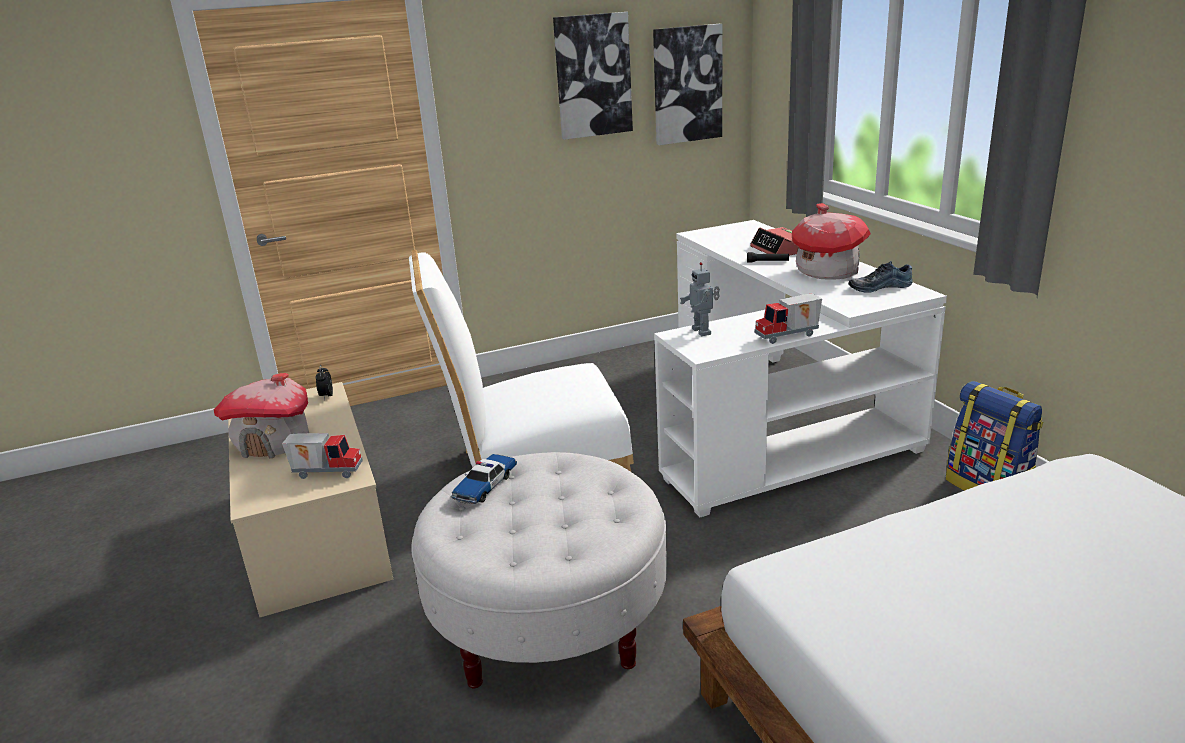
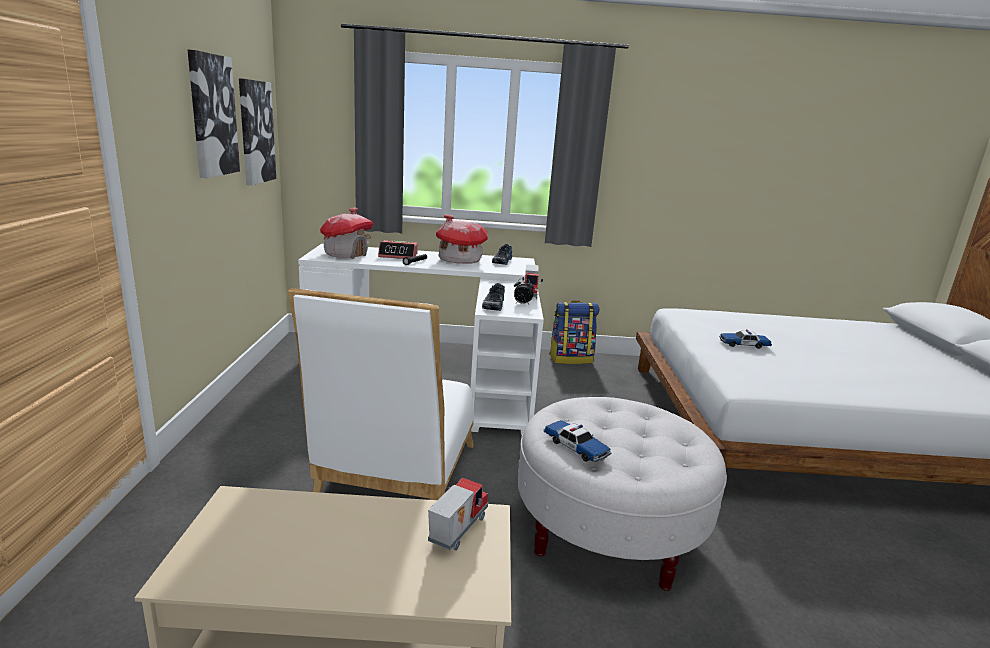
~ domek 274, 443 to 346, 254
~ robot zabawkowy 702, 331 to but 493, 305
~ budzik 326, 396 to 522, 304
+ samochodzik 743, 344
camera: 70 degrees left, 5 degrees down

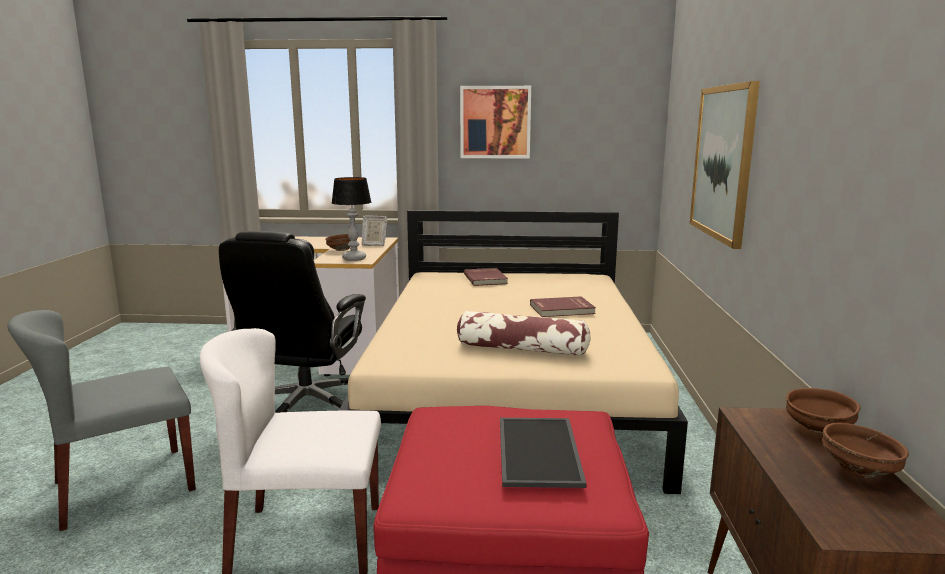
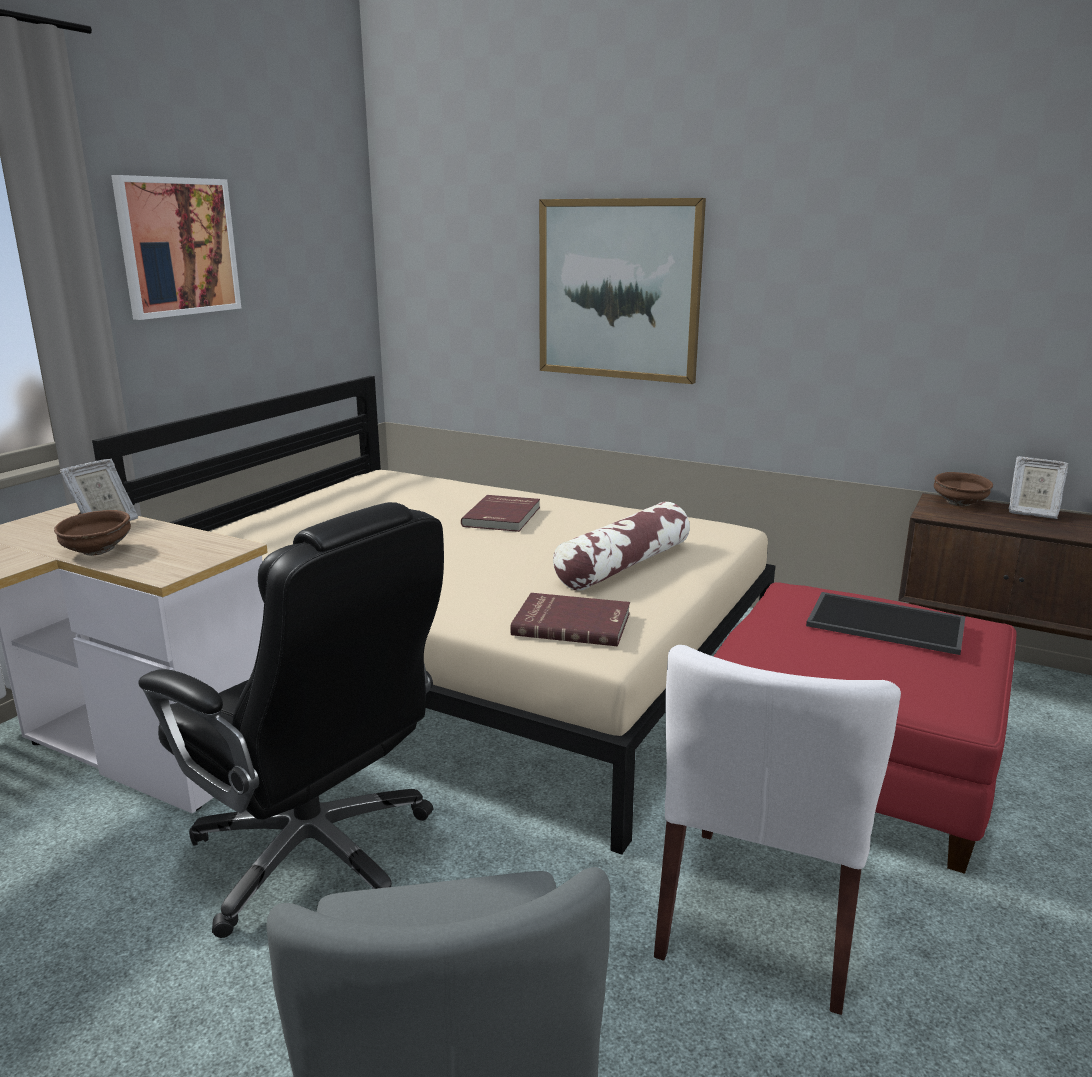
~ książka/czerwony 486, 279 to 572, 623
~ miska/brązowy 861, 470 to ramka na zdjęcie 1031, 513
- lampa stołowa 354, 258
camera: 65 degrees left, 5 degrees up

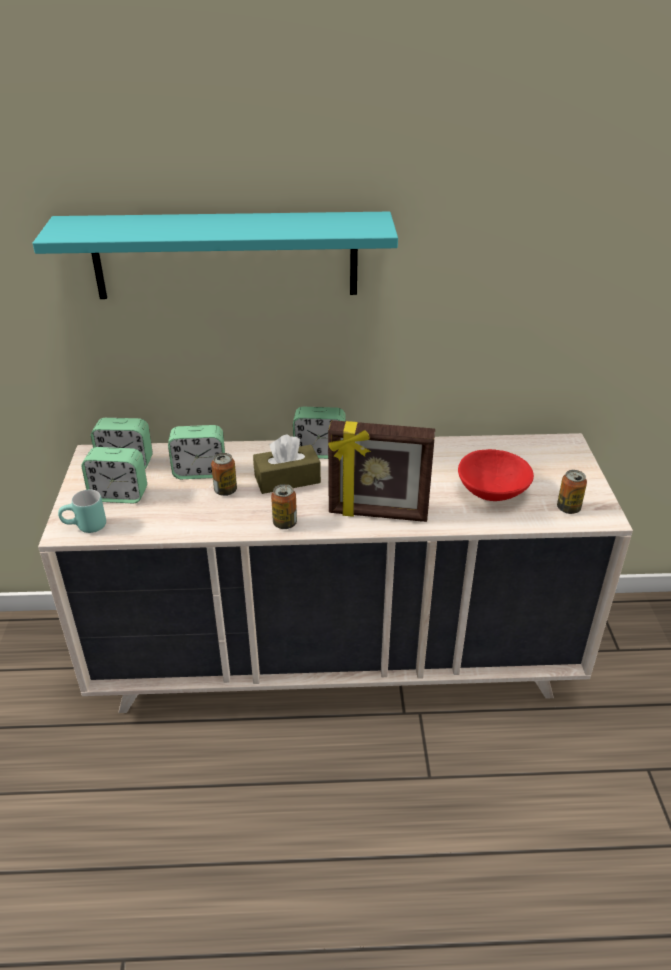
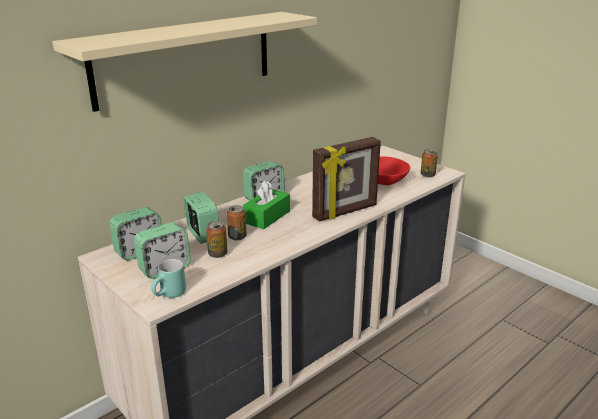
~ półka/turkusowy 225, 255 to półka/beżowy 185, 58
~ budzik 200, 472 = 203, 235 75 degrees counterclockwise
~ puszka 285, 523 to 217, 254
~ pudełko chusteczek/brązowy 287, 479 to pudełko chusteczek/zielony 267, 217
camera: 40 degrees left, 10 degrees down

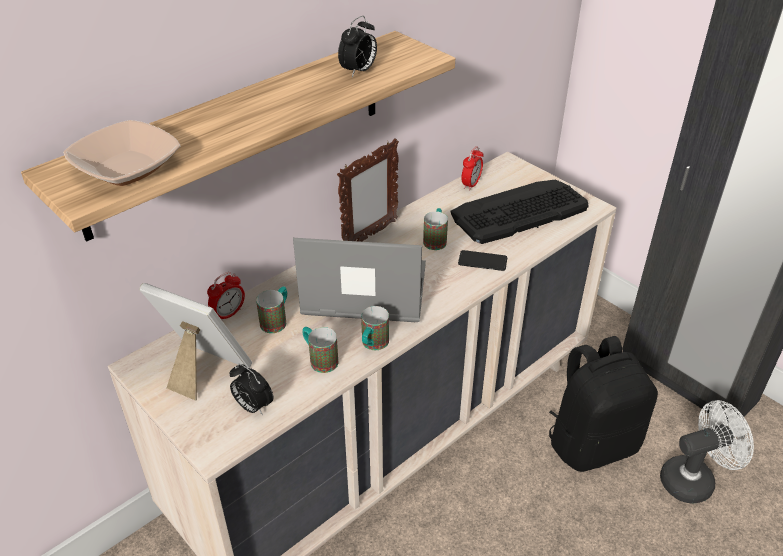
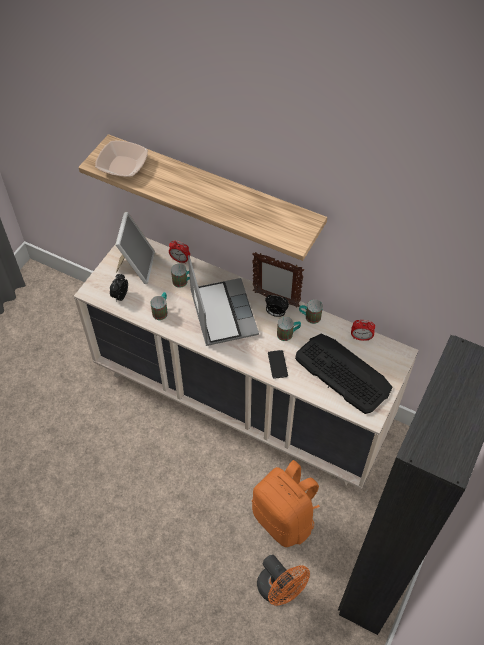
~ plecak/czarny 592, 443 to plecak/pomarańczowy 284, 519
~ wentylator/biały 694, 479 to wentylator/pomarańczowy 279, 590
~ budzik 358, 71 to 276, 313
~ kubek 373, 345 to 309, 317
camera: 70 degrees right, 15 degrees up

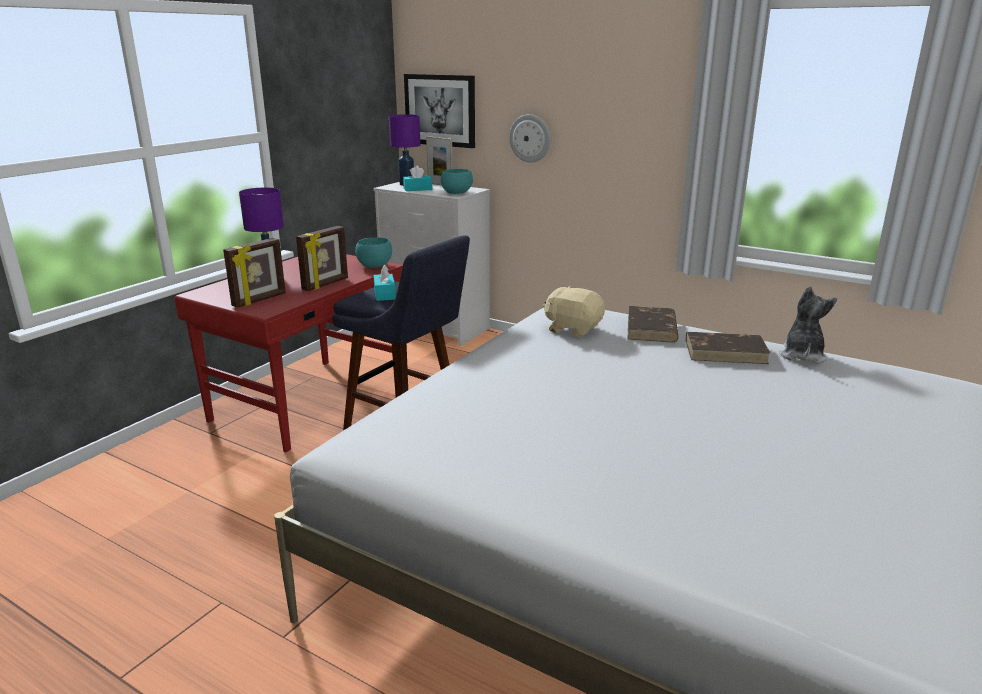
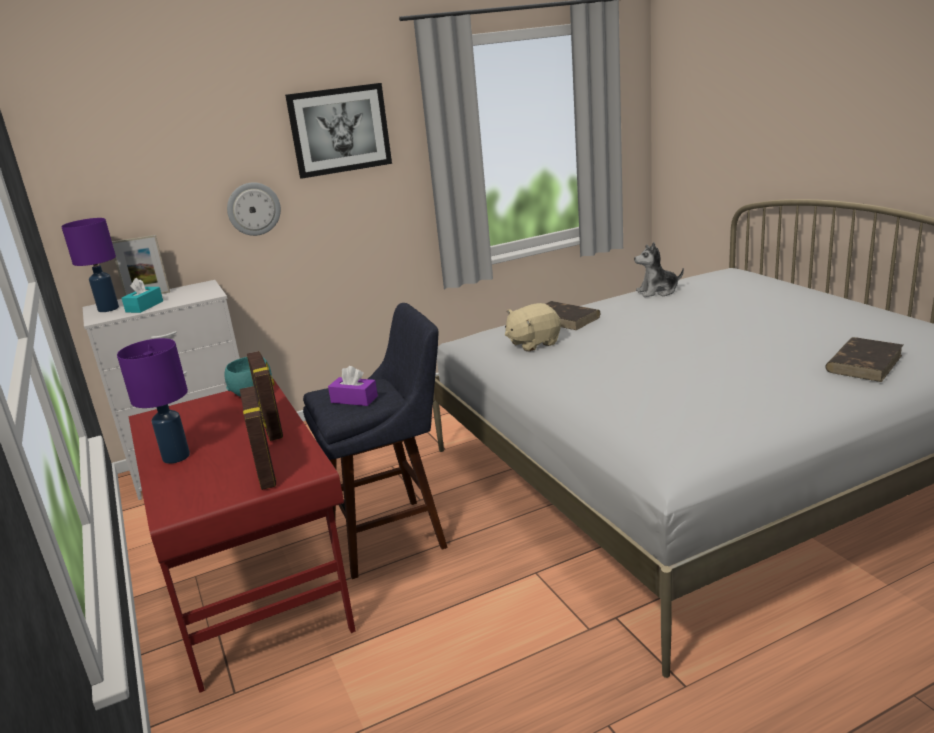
~ obraz 440, 110 to 340, 130
~ pudełko chusteczek/turkusowy 384, 294 to pudełko chusteczek/fioletowy 354, 399
~ pluszak 801, 356 = 657, 292 60 degrees counterclockwise
~ książka/brązowy 726, 351 to 864, 363
- miska/turkusowy 456, 193
camera: 55 degrees left, 0 degrees up

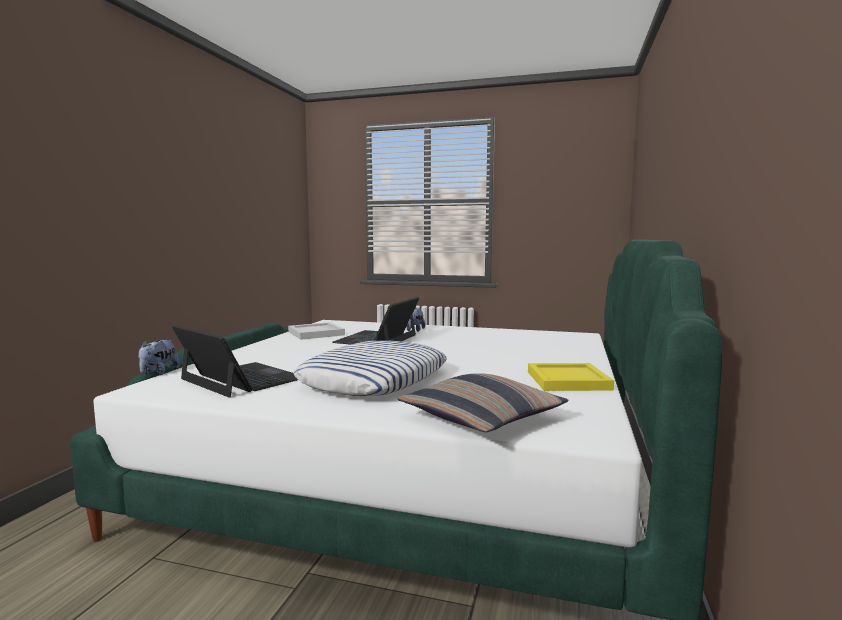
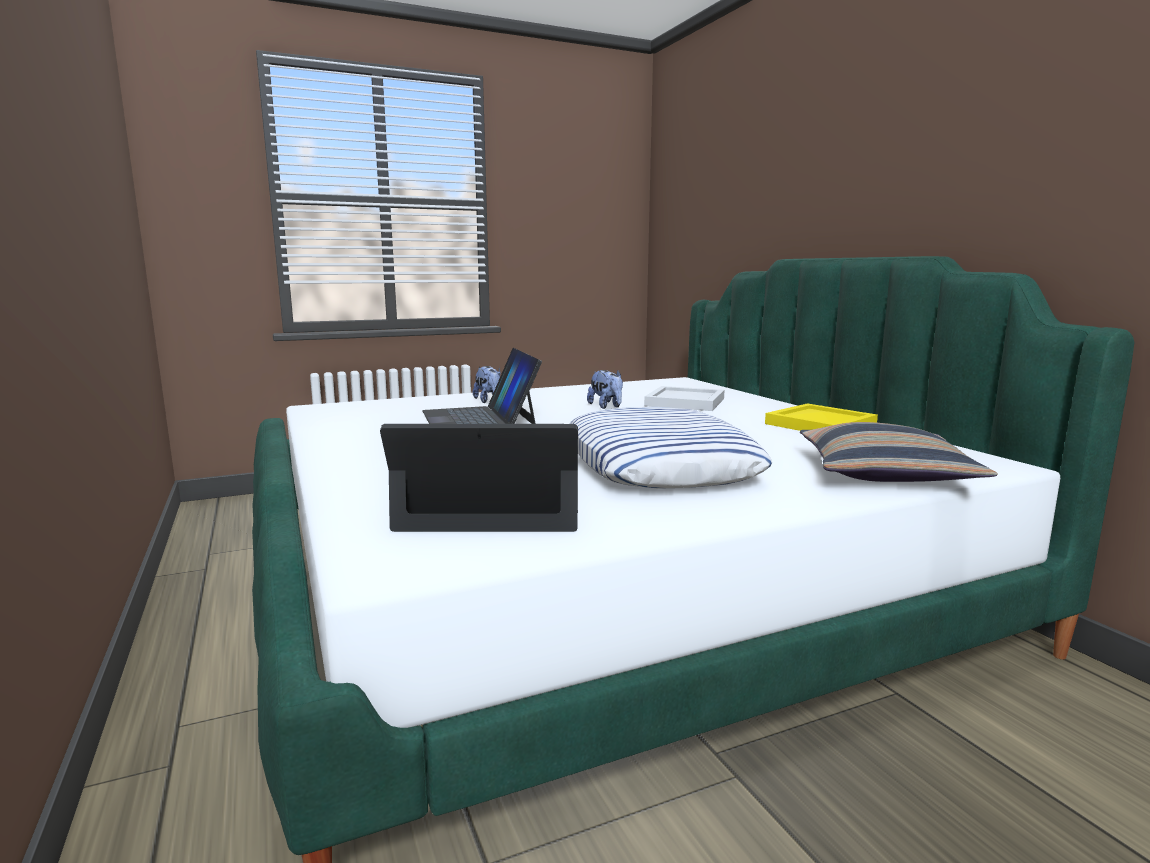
~ pluszak 159, 373 to 606, 406
~ taca/biały 317, 333 to 686, 402
camera: 40 degrees left, 5 degrees up

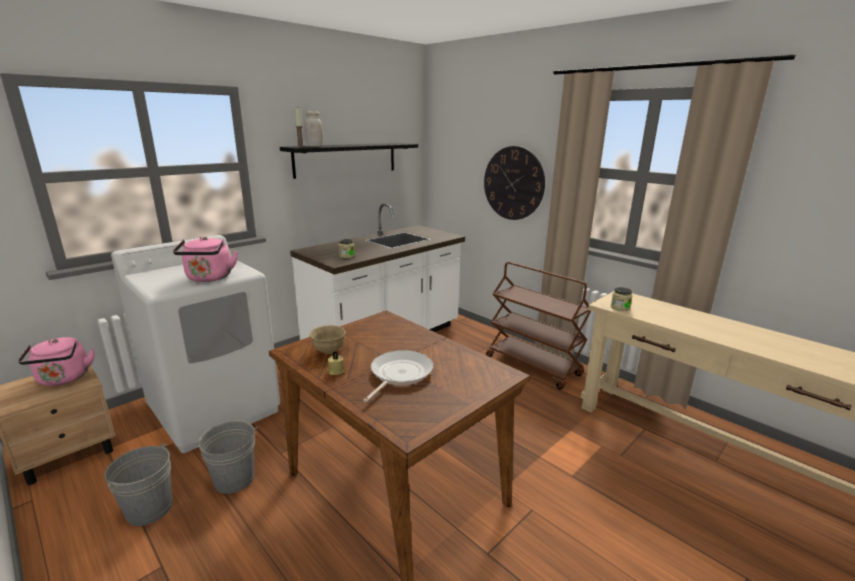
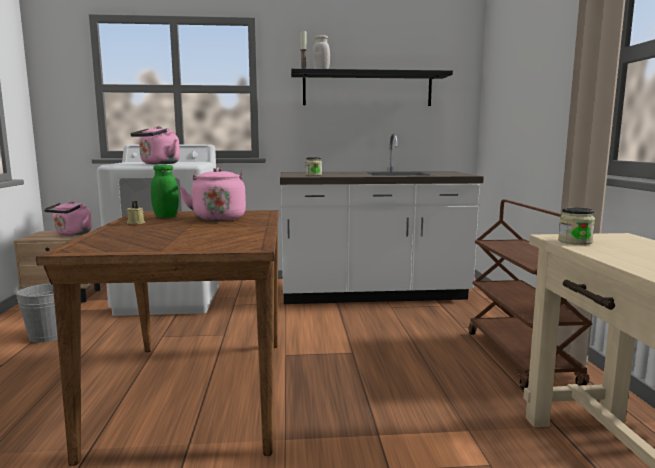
~ miska/beżowy 329, 350 to słoik/zielony 165, 216
+ czajnik/różowy 218, 218
- wiadro/szary 234, 479
- patelnia 399, 374
- zegar ścienny 513, 183
camera: 40 degrees right, 10 degrees down

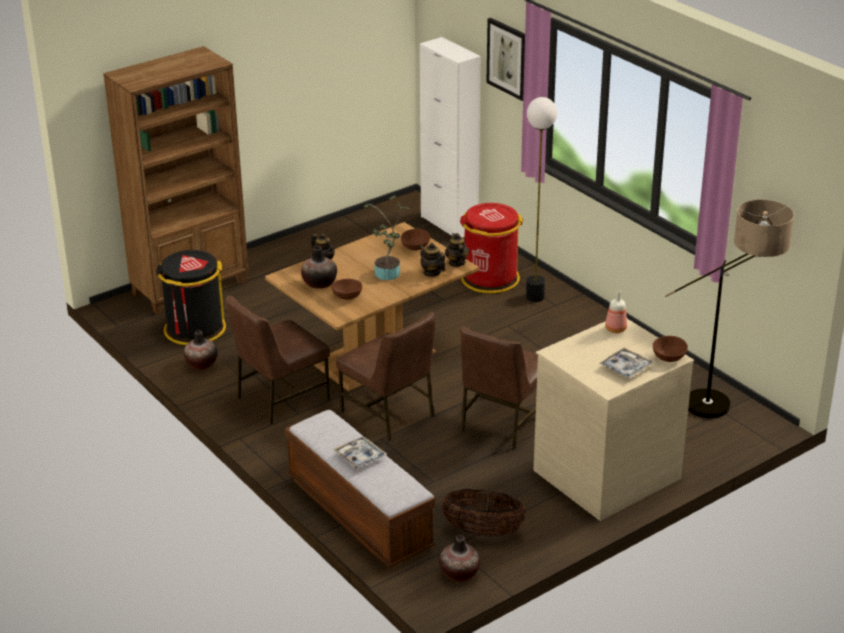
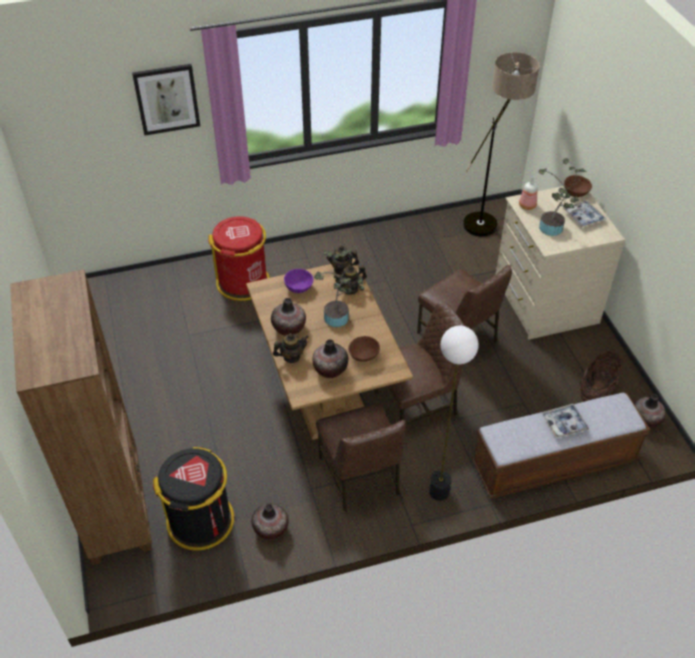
+ wazon 289, 328
~ miska/brązowy 415, 247 to miska/fioletowy 298, 287
~ lampa stojąca 535, 297 to 439, 491
+ roślina doniczkowa 552, 229
- szafka/biały 449, 224
camera: 70 degrees left, 15 degrees up

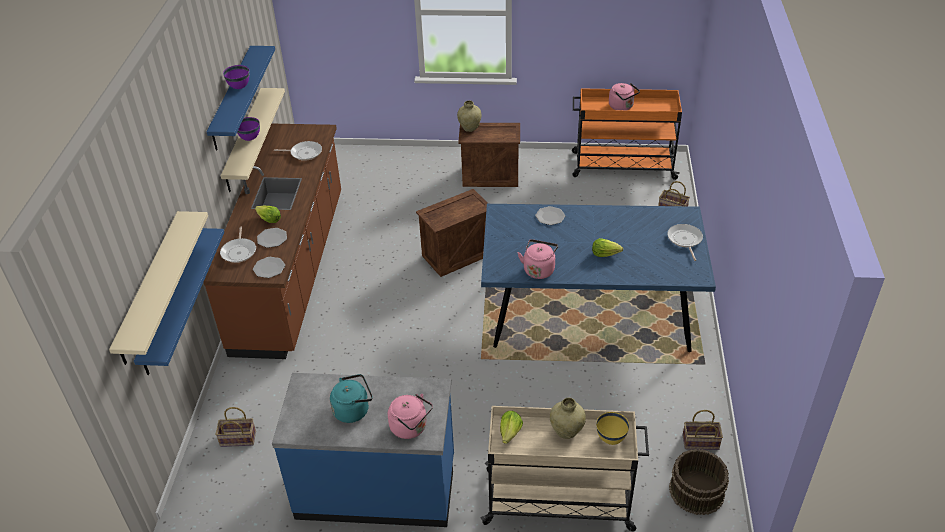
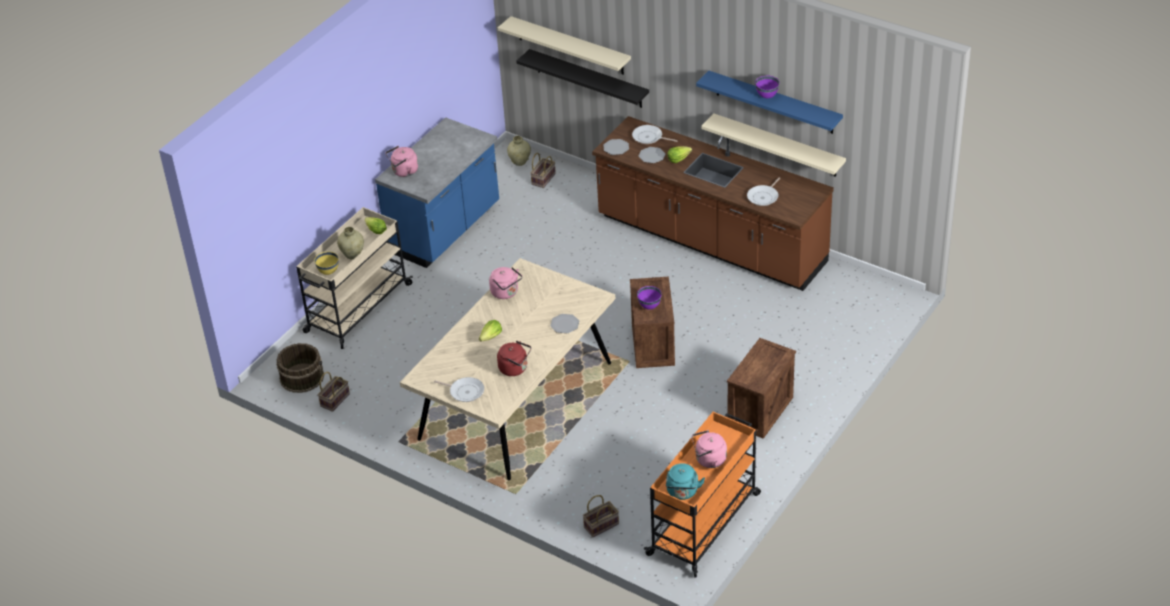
~ stół jadalny/niebieski 588, 310 to stół jadalny/beżowy 516, 400
+ czajnik/czerwony 515, 368
~ wazon/beżowy 469, 128 to 520, 162
~ półka/niebieski 170, 301 to półka/czarny 589, 79
~ miska/fioletowy 250, 138 to 649, 306
~ czajnik/turkusowy 353, 410 to 682, 492
camera: 120 degrees right, 0 degrees up

